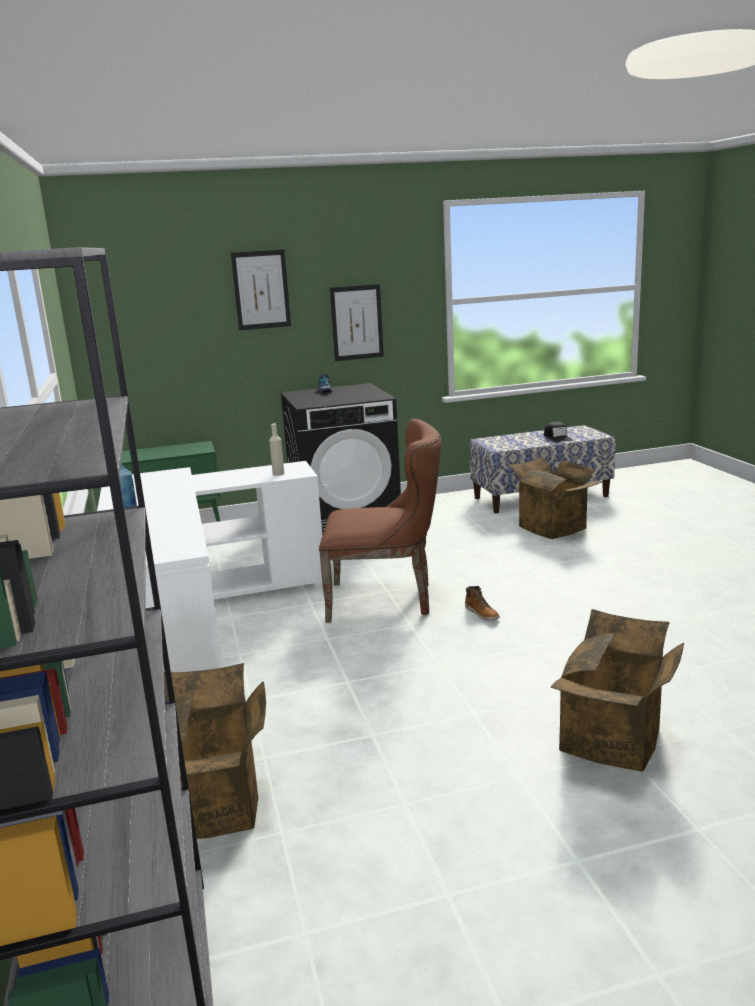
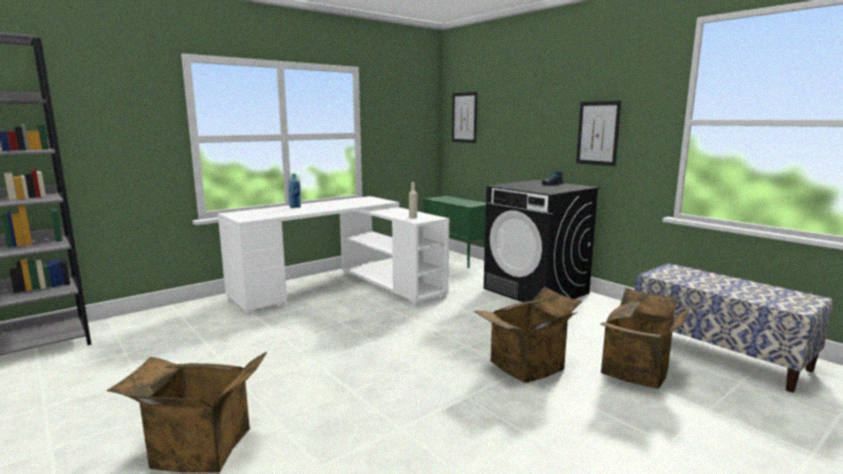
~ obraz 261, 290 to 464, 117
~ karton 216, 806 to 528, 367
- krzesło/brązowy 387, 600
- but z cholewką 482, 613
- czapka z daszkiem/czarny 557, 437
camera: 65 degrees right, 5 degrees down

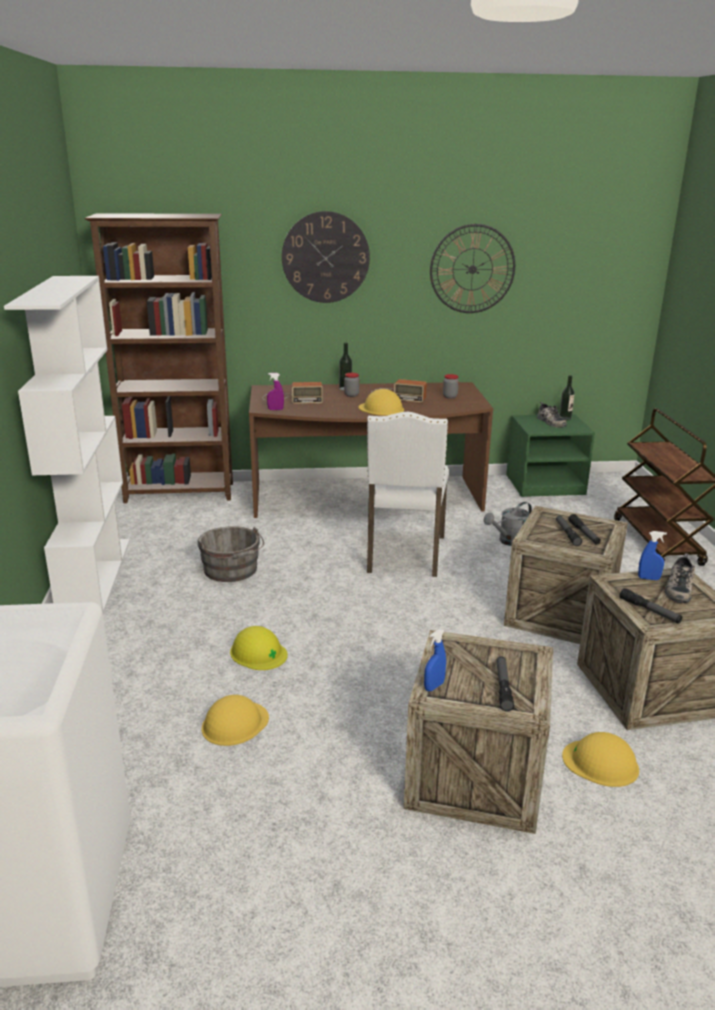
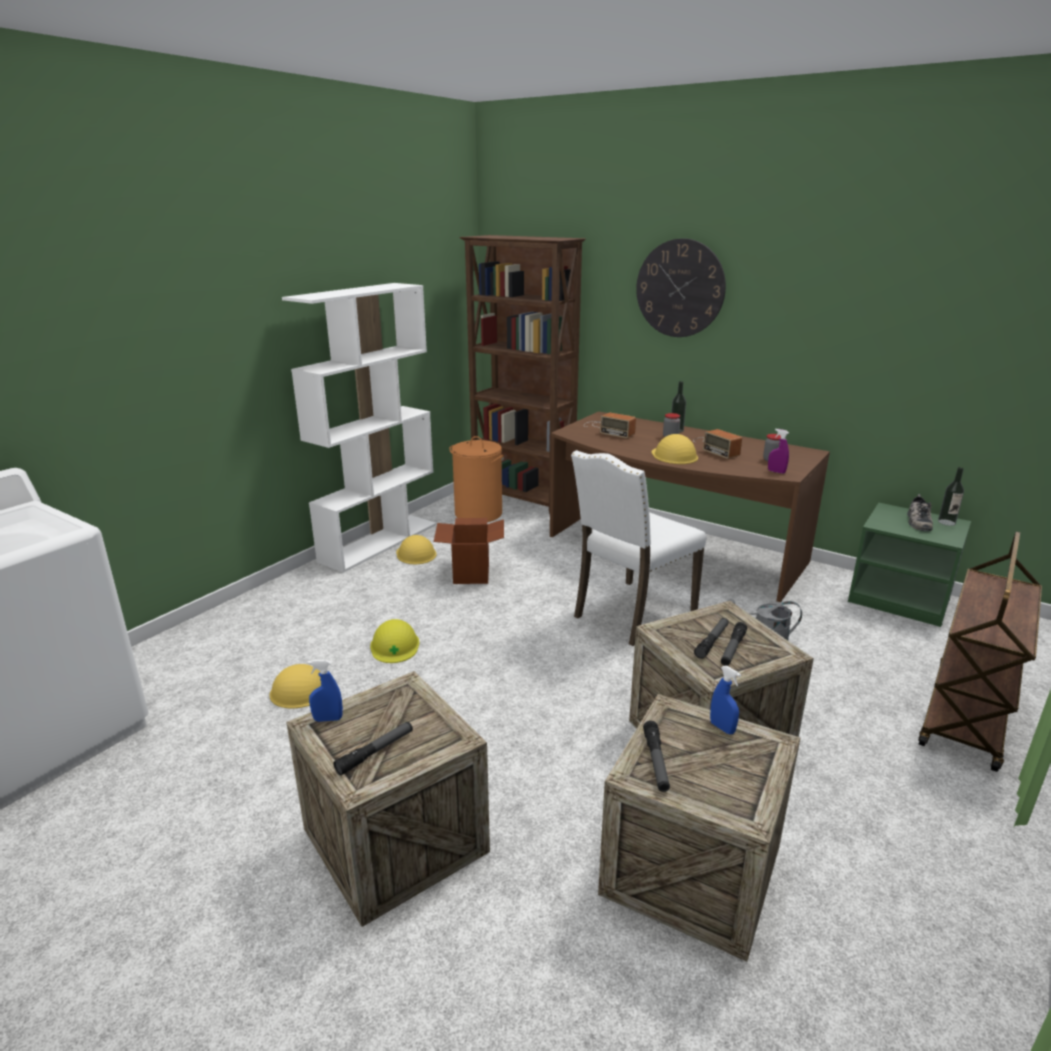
~ kask/żółty 601, 763 to 416, 554
~ wiadro/szary 232, 570 to karton 471, 573
+ kosz na pranie/pomarańczowy 478, 513
~ spryskiwacz/fioletowy 275, 409 to 776, 472
- zegar ścienny 472, 269
- but 678, 588
camera: 40 degrees right, 0 degrees up

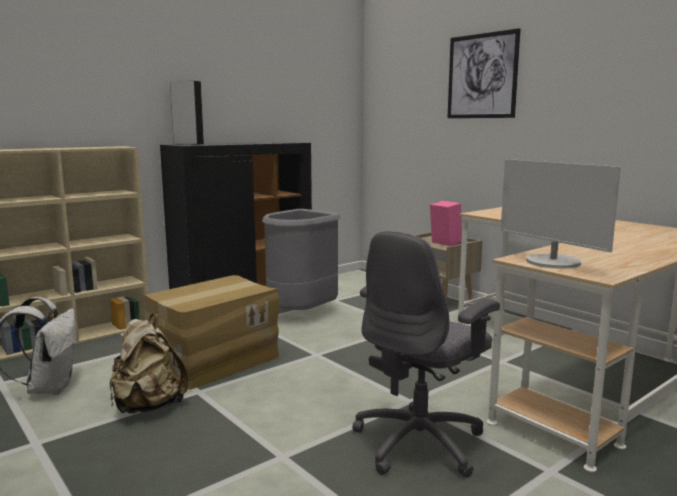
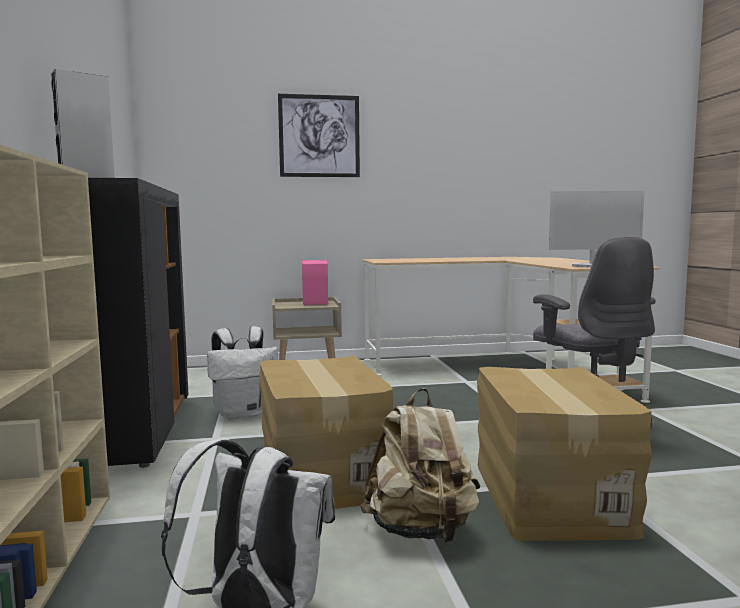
~ kosz na śmieci/szary 301, 314 to plecak/biały 243, 413
+ karton 547, 496
camera: 60 degrees left, 5 degrees down

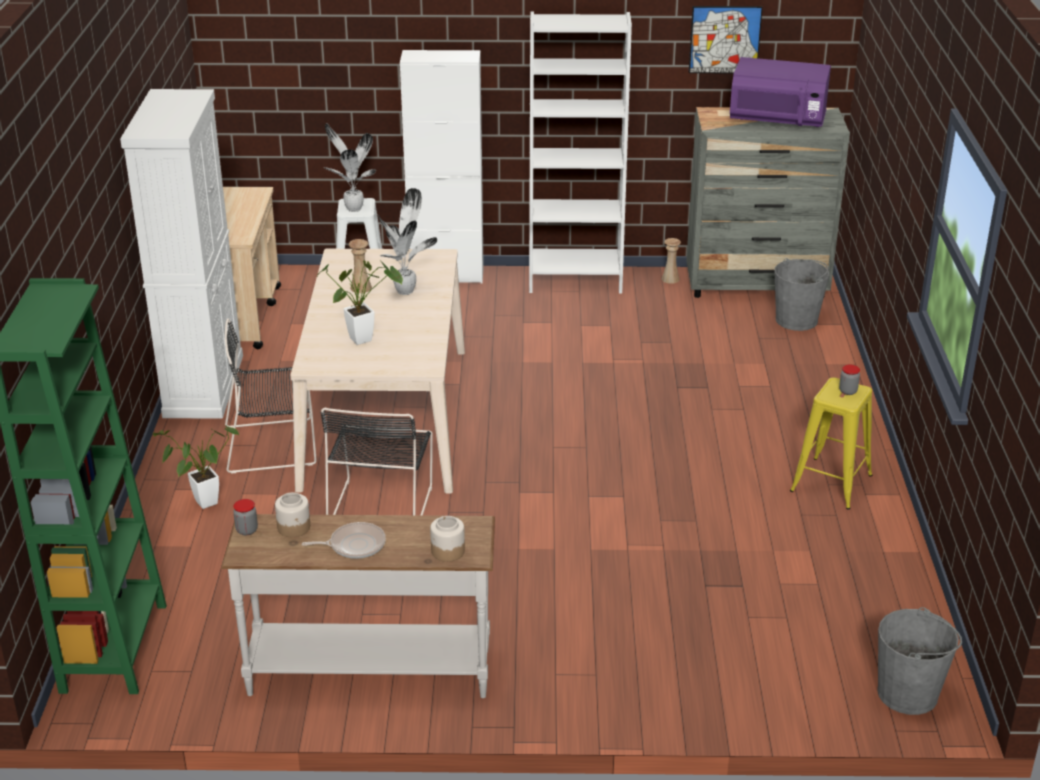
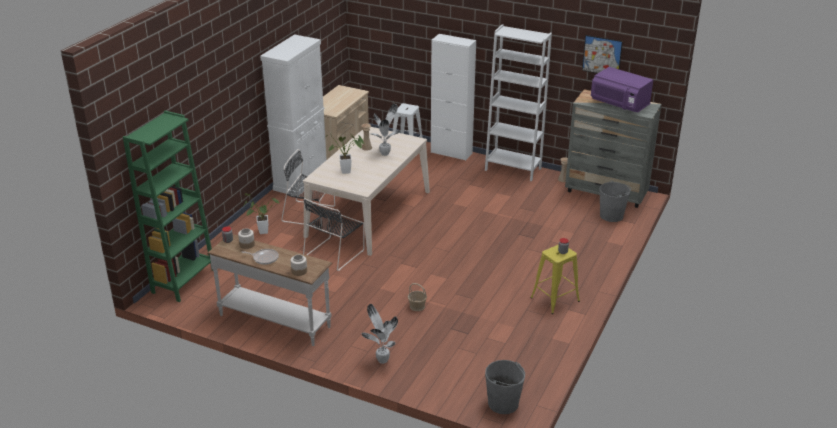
~ roślina doniczkowa 352, 208 to 382, 360
+ koszyk 417, 306
camera: 25 degrees right, 0 degrees up

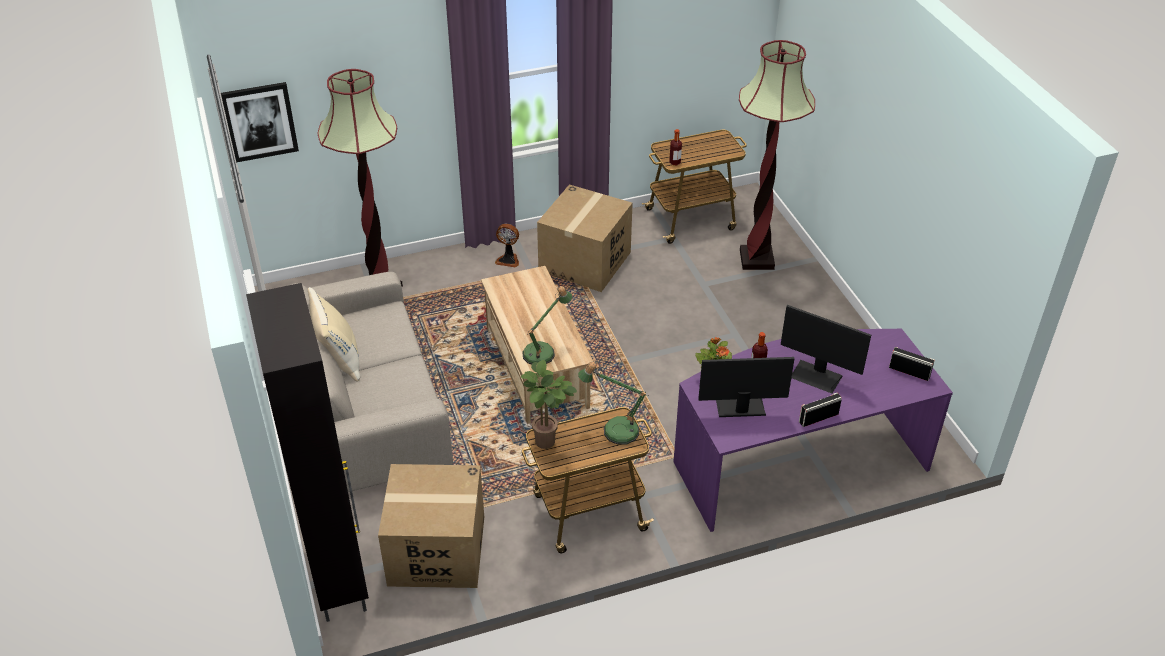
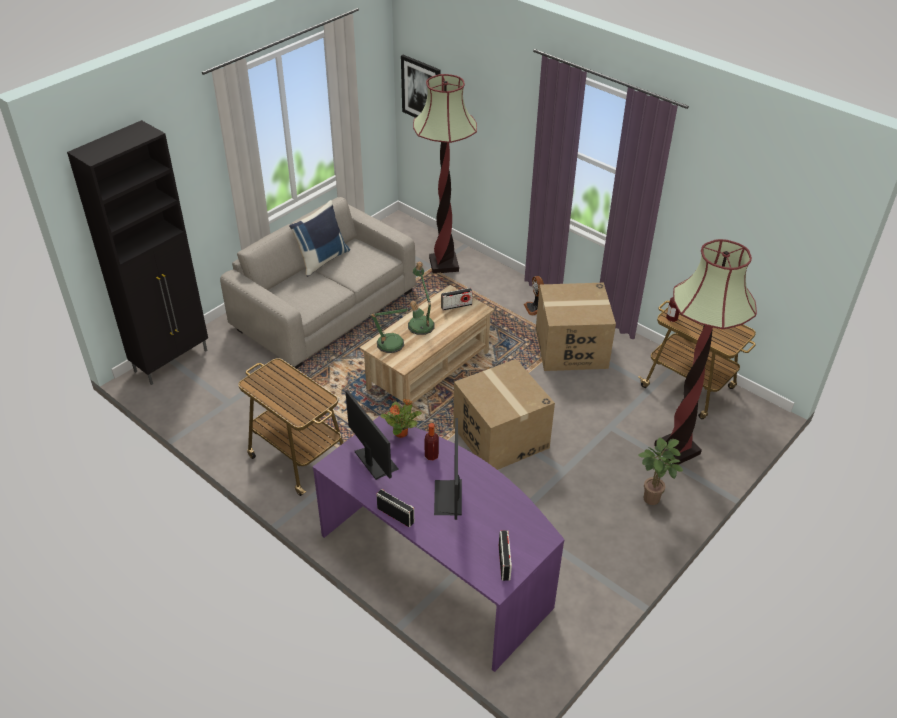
~ poduszka/beżowy 338, 359 to poduszka/niebieski 322, 259
~ lampa stołowa 615, 429 to 421, 322
+ radio 456, 306
~ karton 436, 551 to 500, 437
~ roślina doniczkowa 548, 443 to 651, 501
camera: 60 degrees right, 0 degrees up

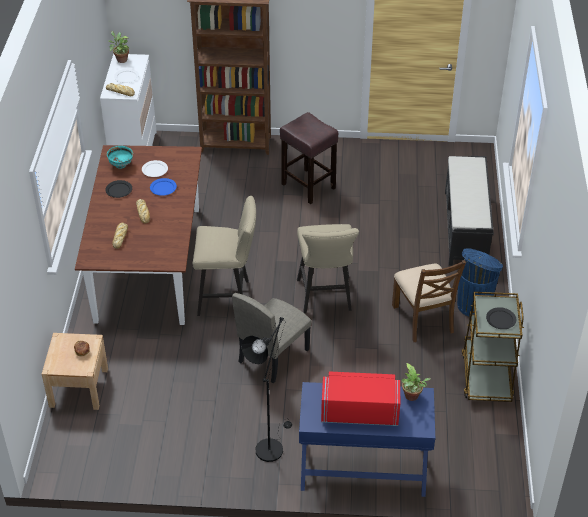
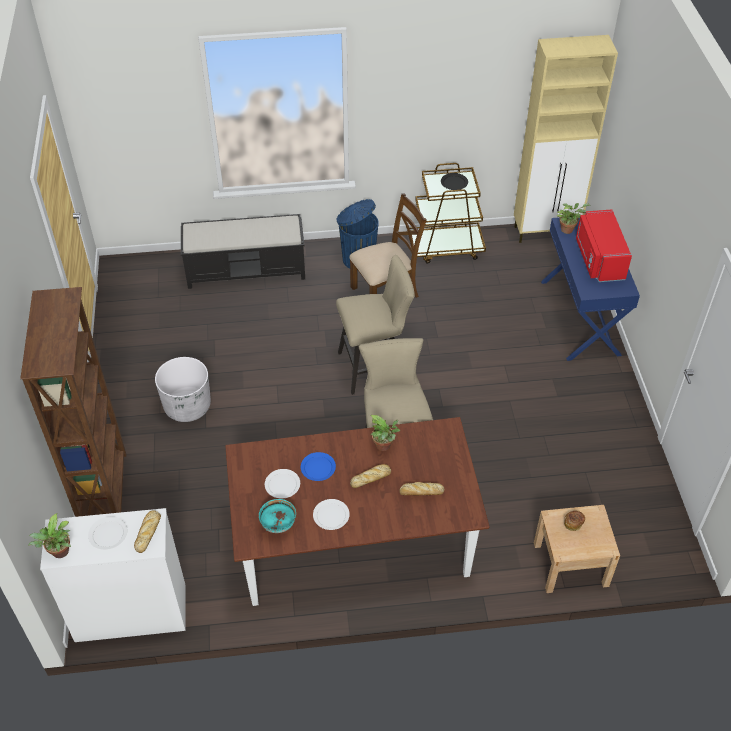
~ stołek/brązowy 307, 186 to donica/biały 187, 406
~ talerz/czarny 118, 190 to talerz/biały 331, 516
+ roślina doniczkowa 384, 446
+ szafka/beżowy 546, 232
- krzesło/beżowy 273, 355
- lampa stojąca/czarny 271, 446
camera: 100 degrees left, 5 degrees up

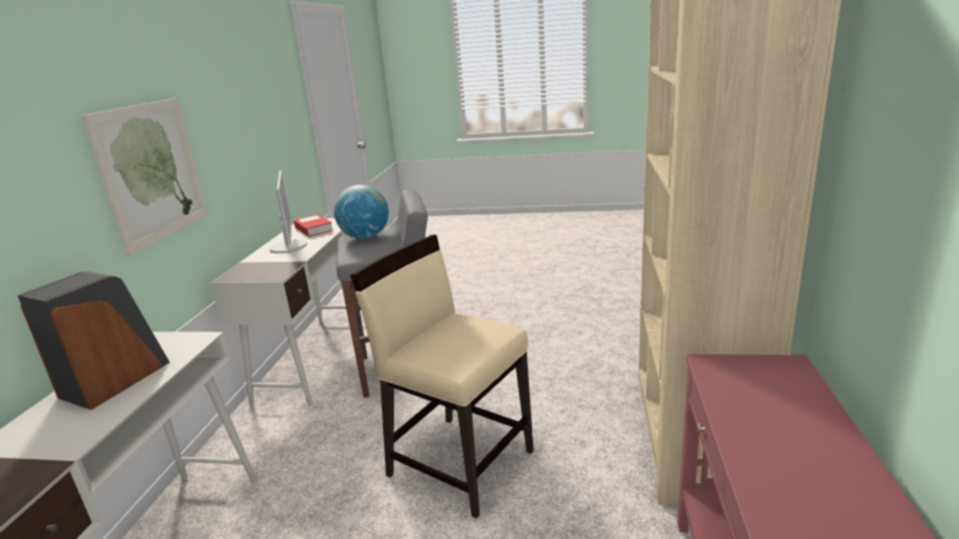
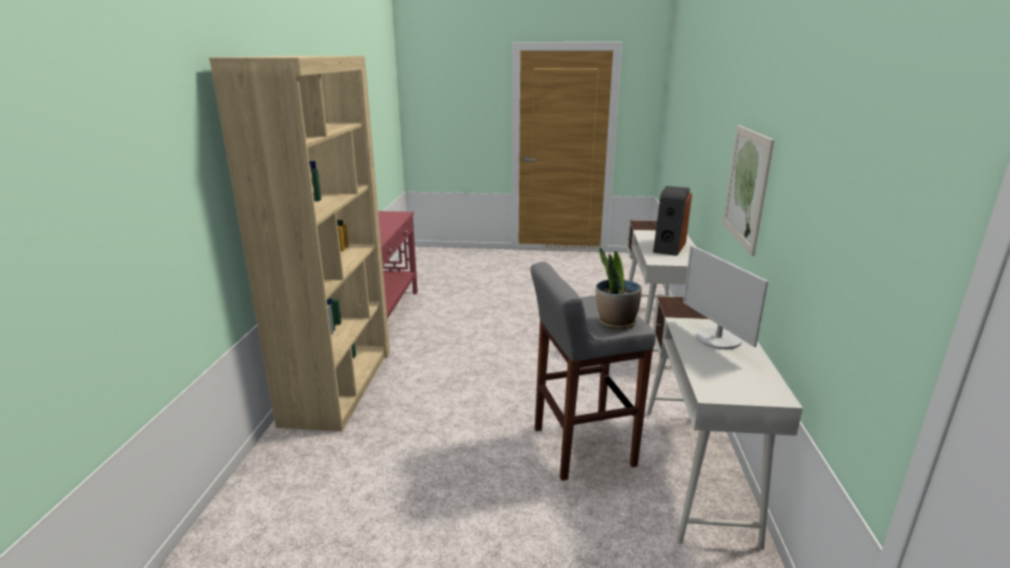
~ globus 365, 237 to roślina doniczkowa 616, 323
- książka 313, 229
- krzesło/beżowy 460, 461
camera: 175 degrees right, 0 degrees up

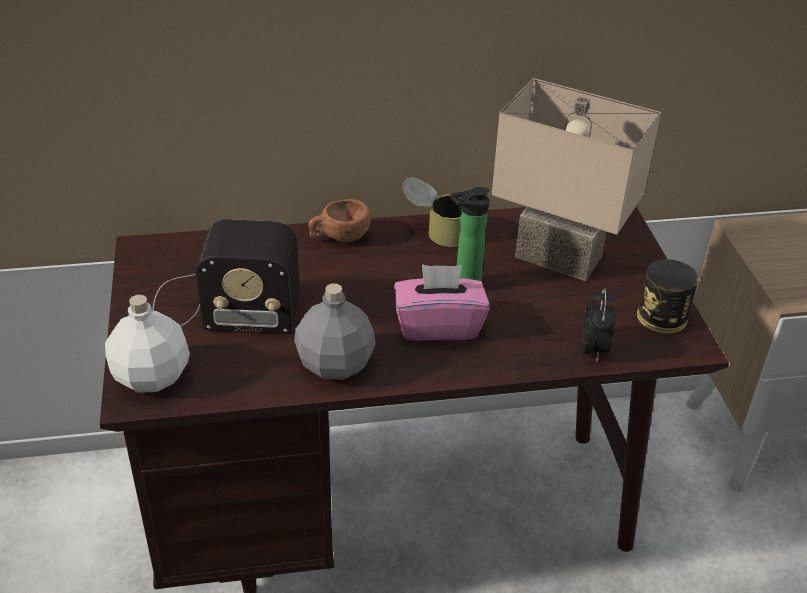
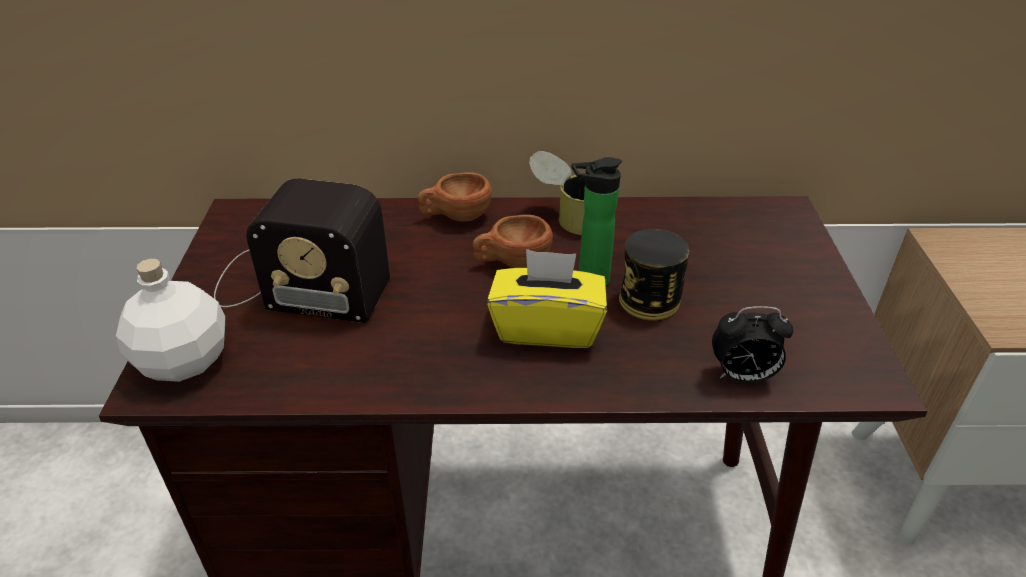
+ filiżanka/brązowy 512, 262
~ pudełko chusteczek/różowy 438, 325 to pudełko chusteczek/żółty 547, 327
~ puszka 661, 317 to 649, 301
~ budzik 594, 350 = 742, 376 75 degrees clockwise
- butelka/szary 335, 363
- lampa stołowa/beżowy 561, 255
camera: 10 degrees right, 0 degrees up

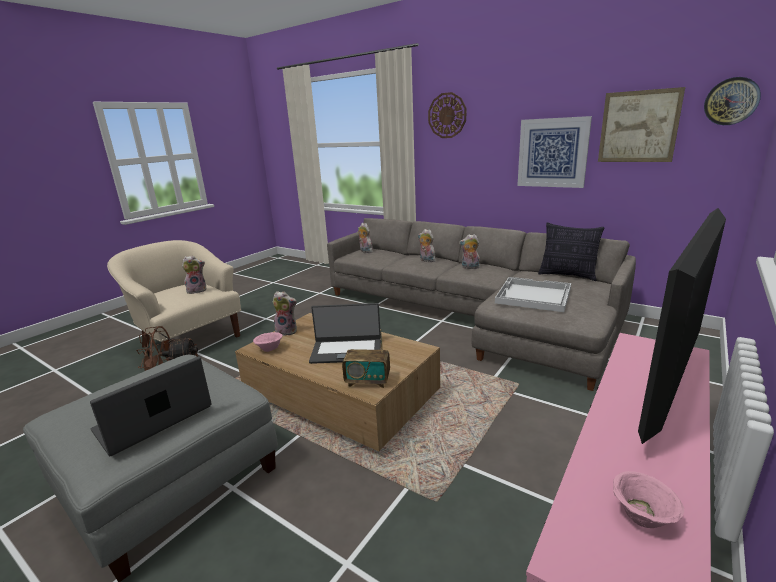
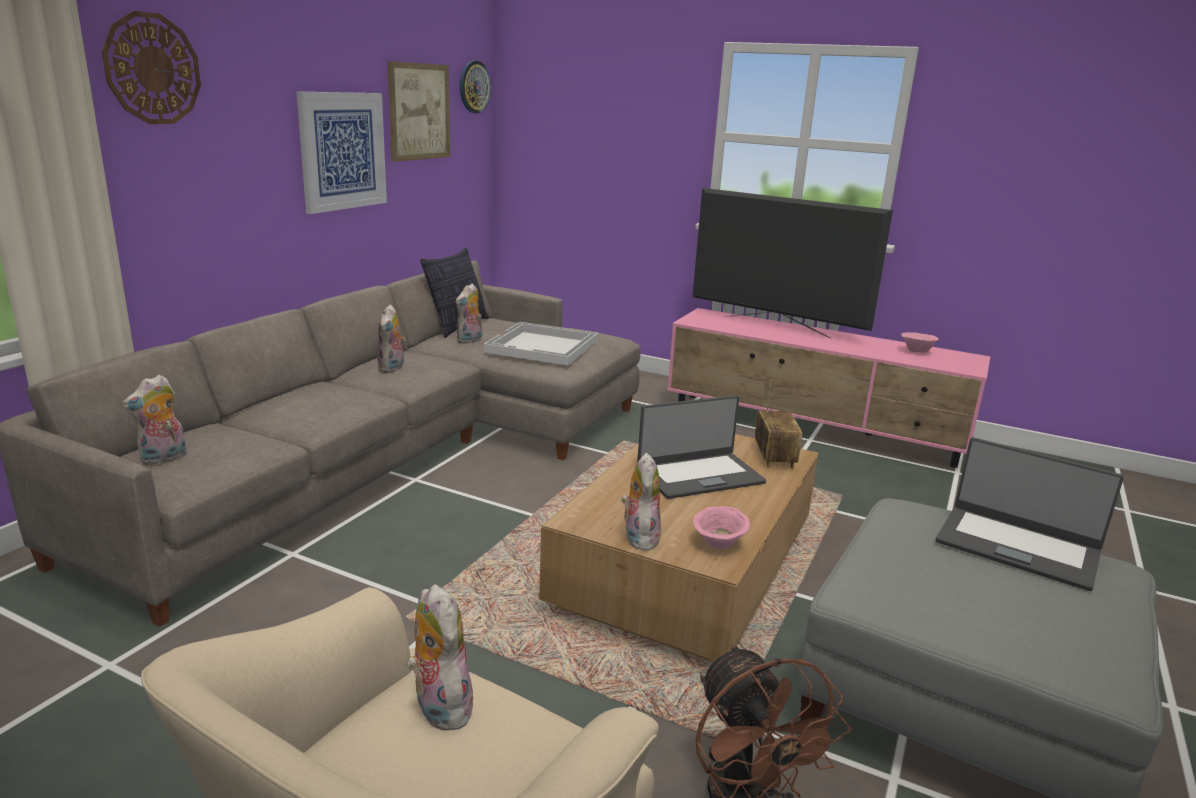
~ pluszak 426, 260 to 470, 341
~ laptop 346, 351 = 699, 475 75 degrees clockwise
camera: 100 degrees left, 0 degrees up

